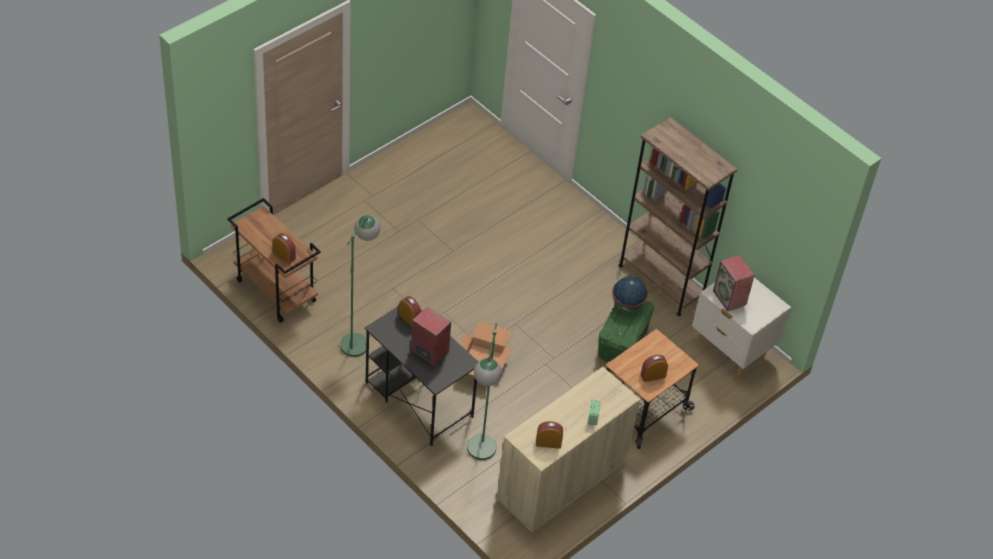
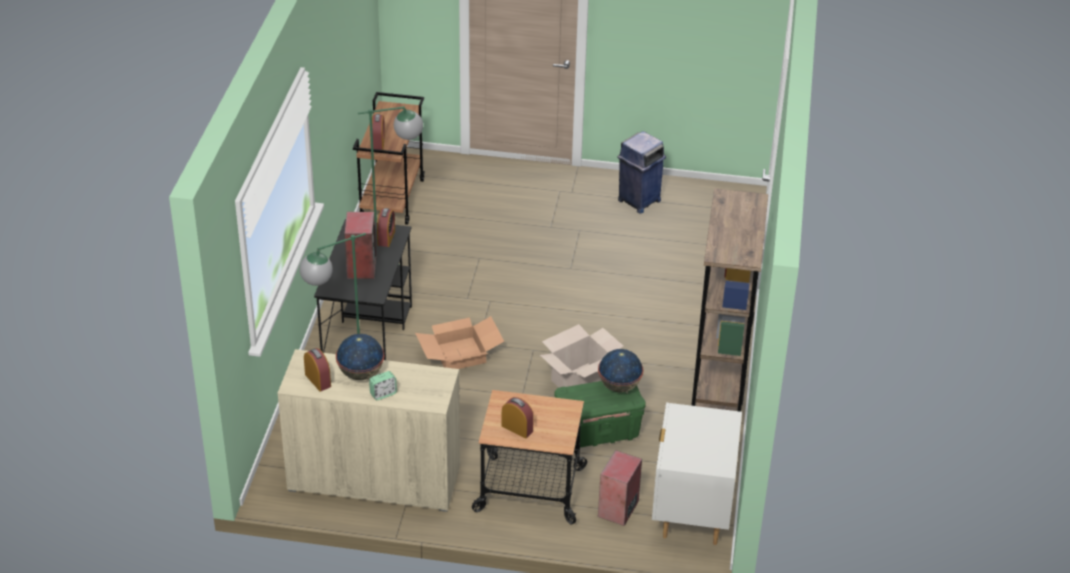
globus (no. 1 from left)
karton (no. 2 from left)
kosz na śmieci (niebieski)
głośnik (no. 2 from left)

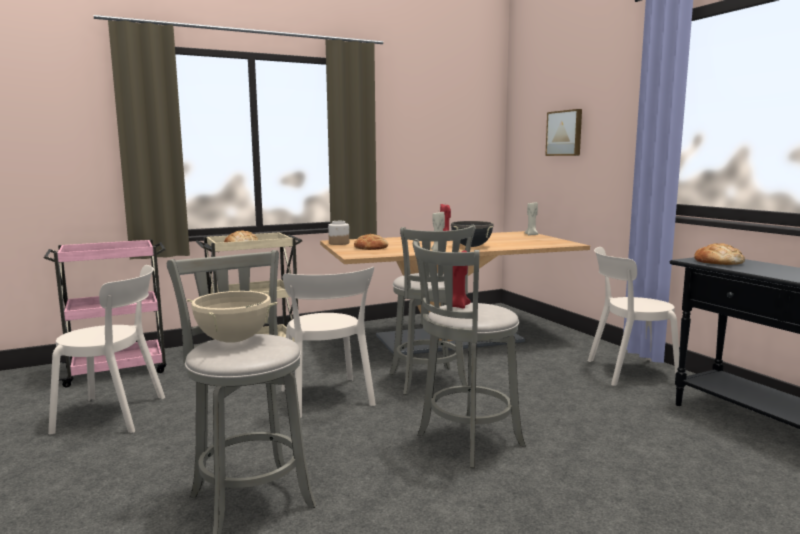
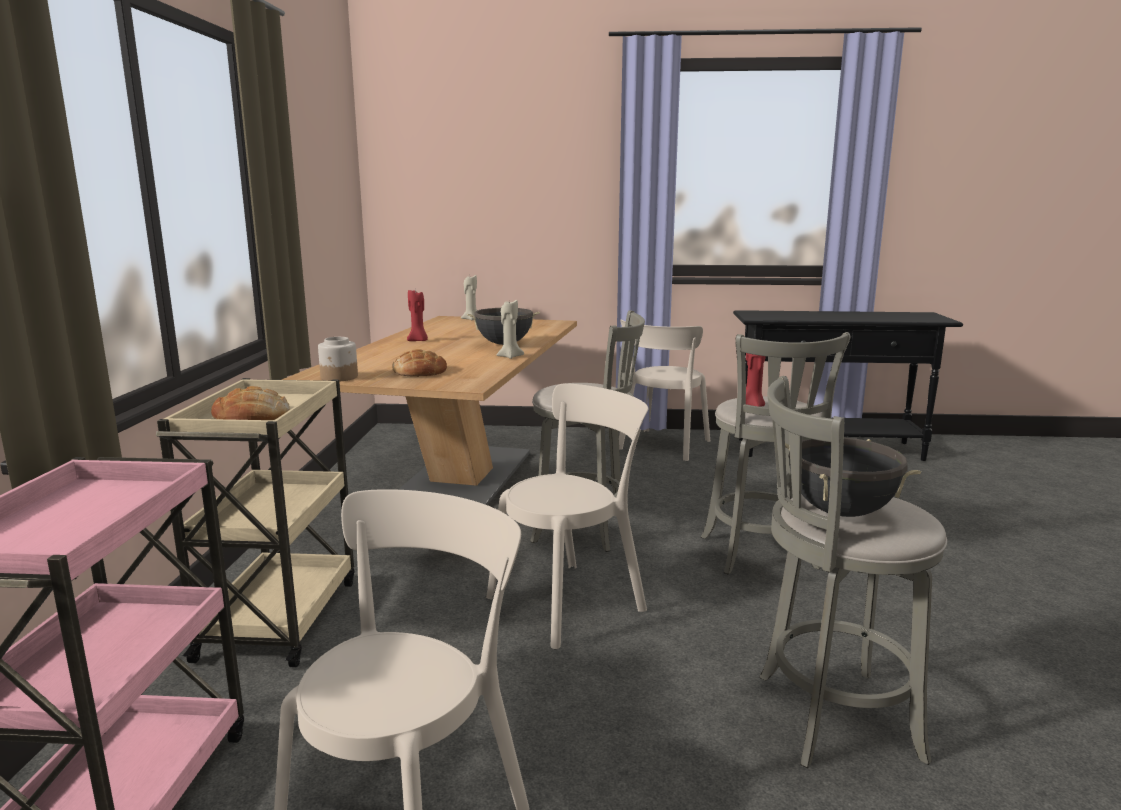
obraz
chleb (no. 3 from left in the first image)
garnek (czarny) (no. 2 from left)
krzesło (beżowy) (no. 2 from left)

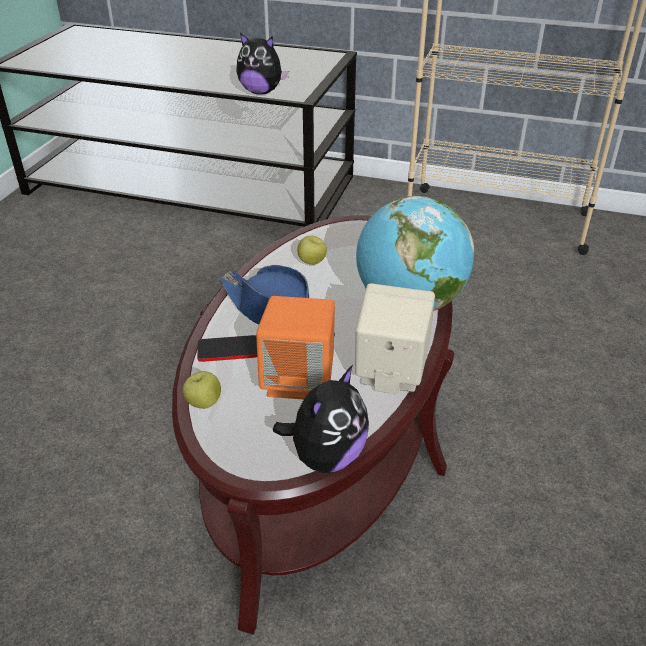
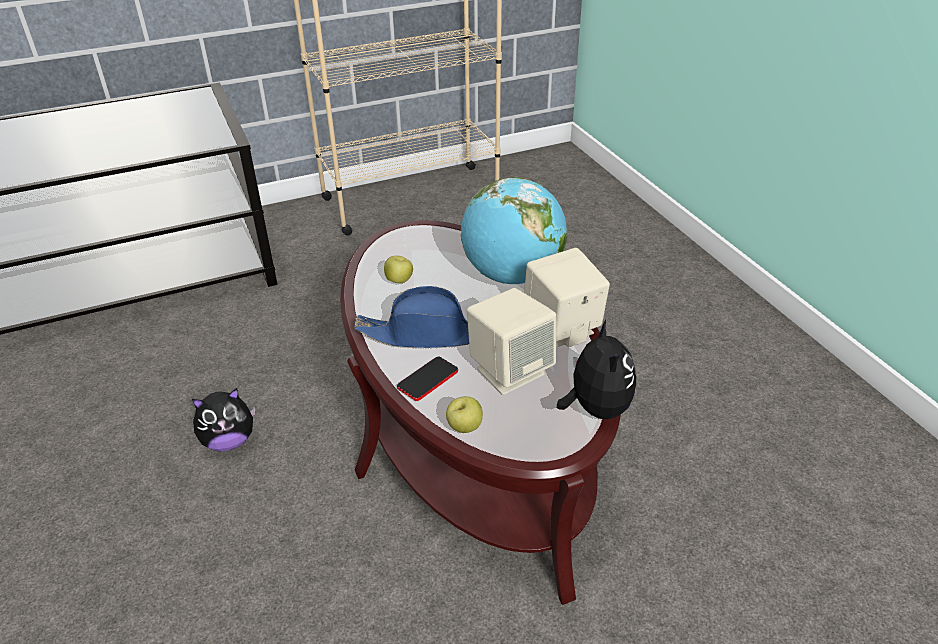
pluszak (no. 1 from left)
głośnik (beżowy) (no. 1 from left)

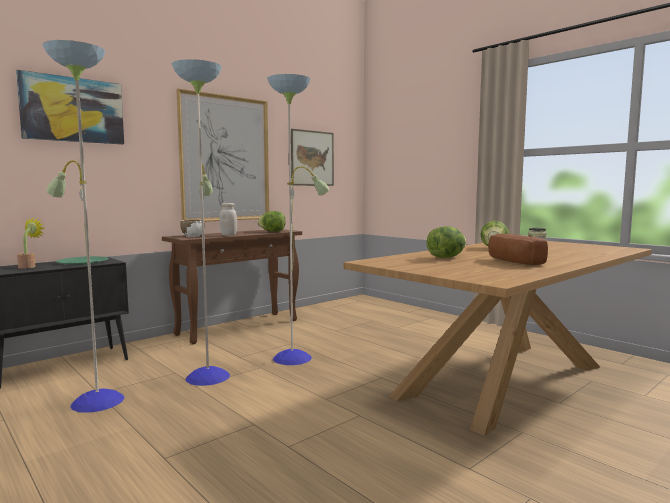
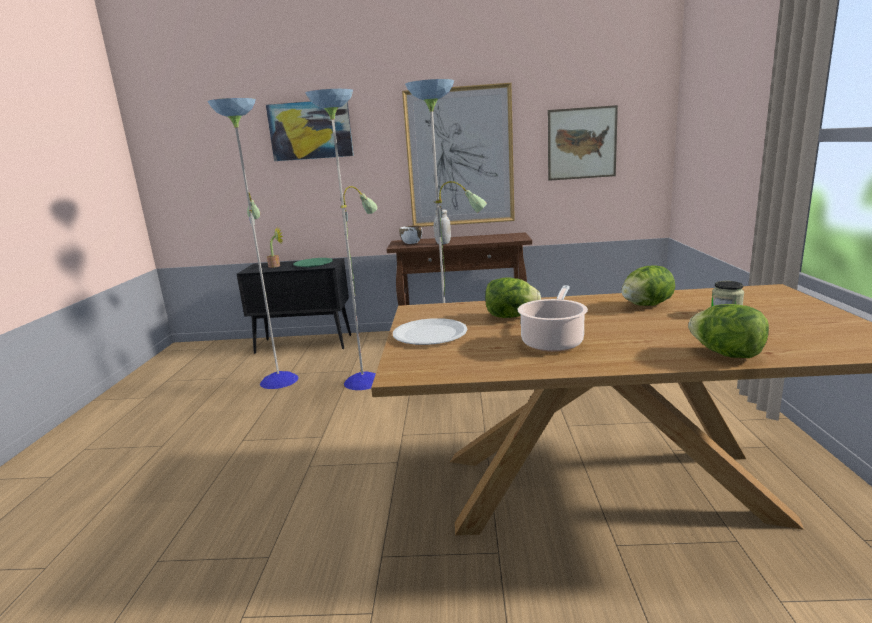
talerz (biały)
sałata (no. 3 from left)
garnek

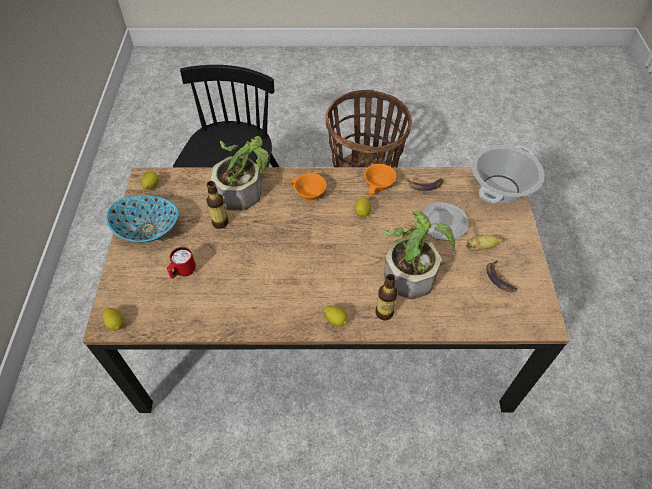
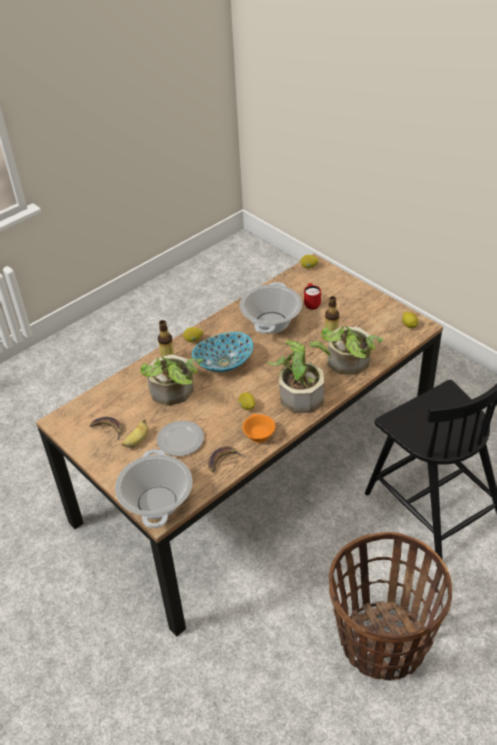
garnek (no. 2 from left)
miska
roślina doniczkowa (no. 2 from left)

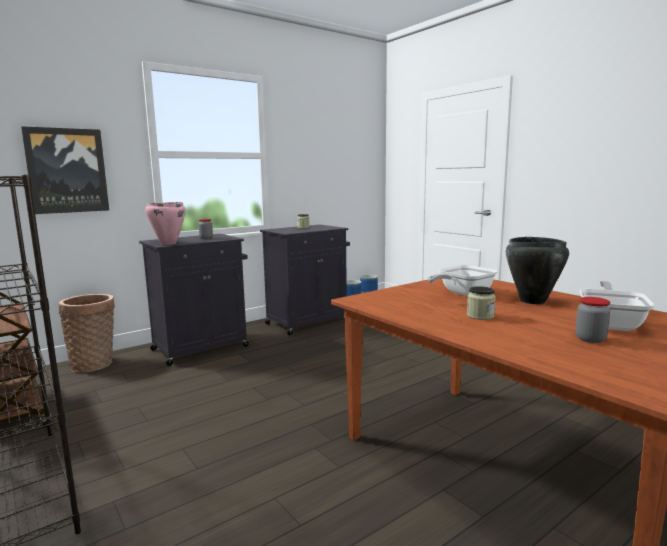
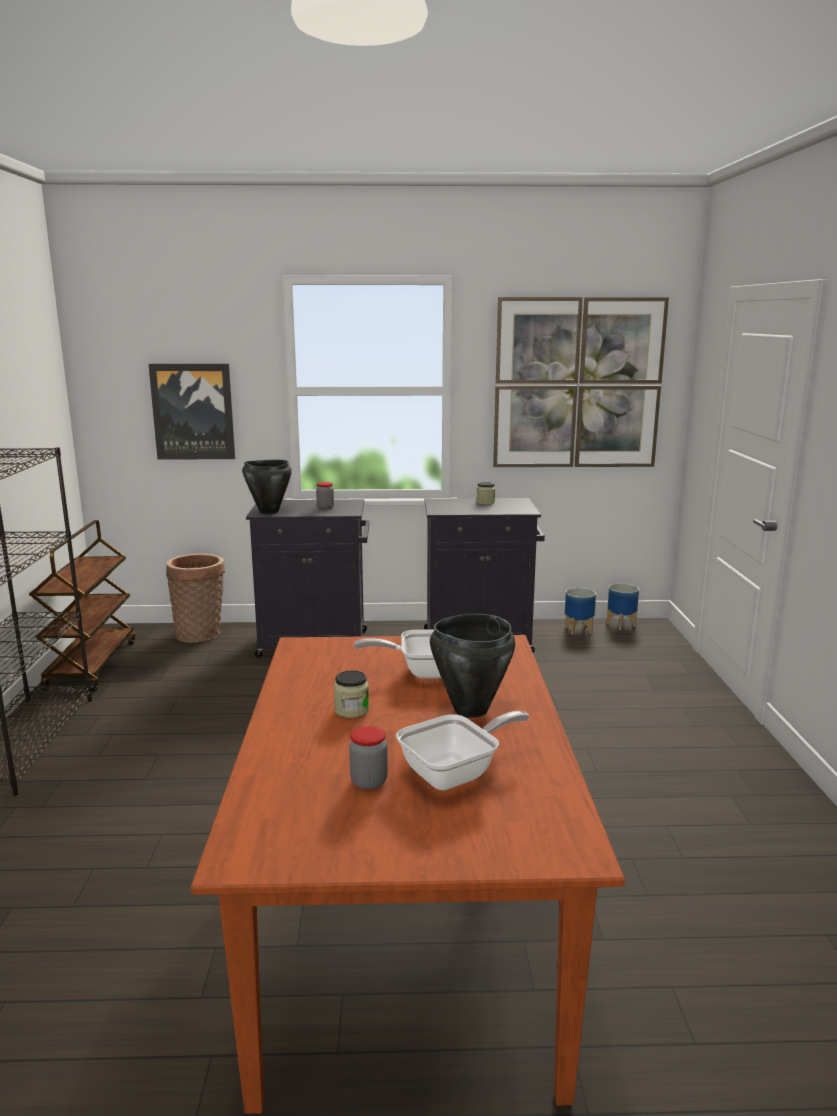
obraz (no. 2 from left)
garnek (czarny) (no. 1 from left)

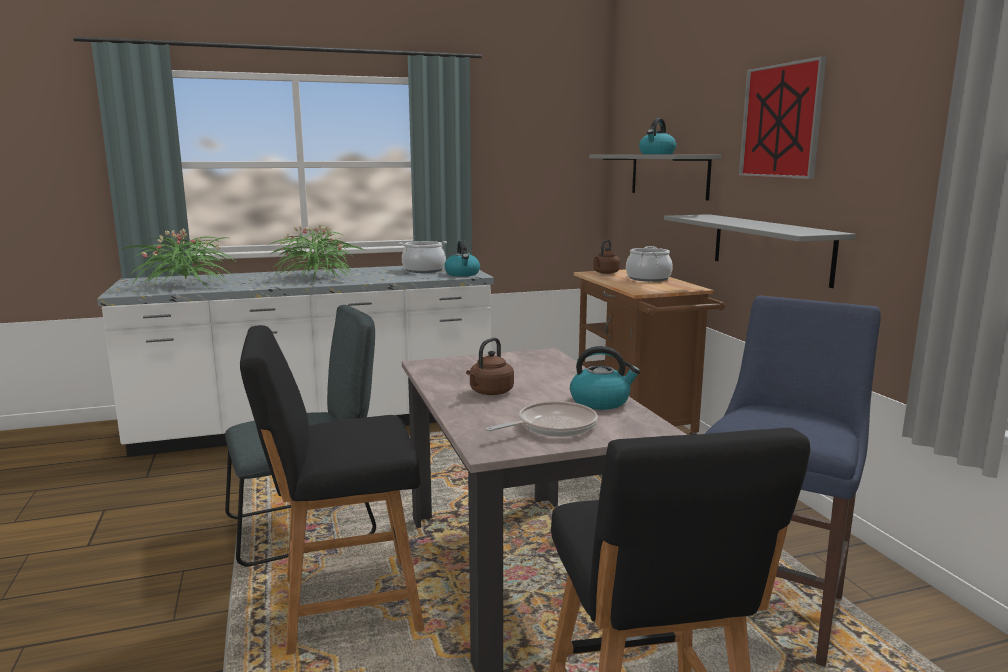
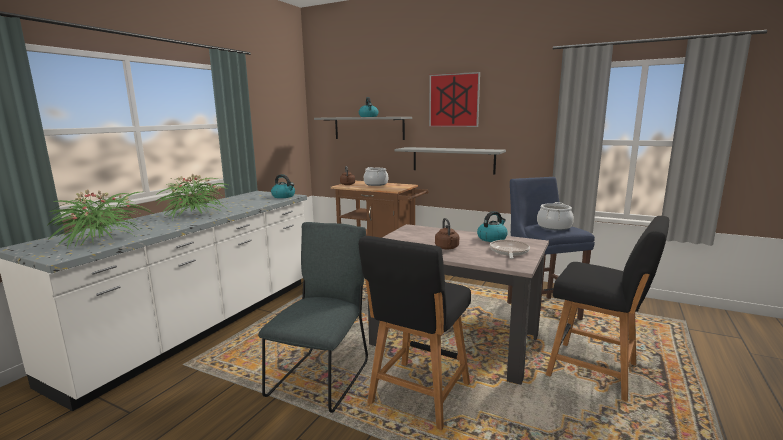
garnek (no. 2 from left)

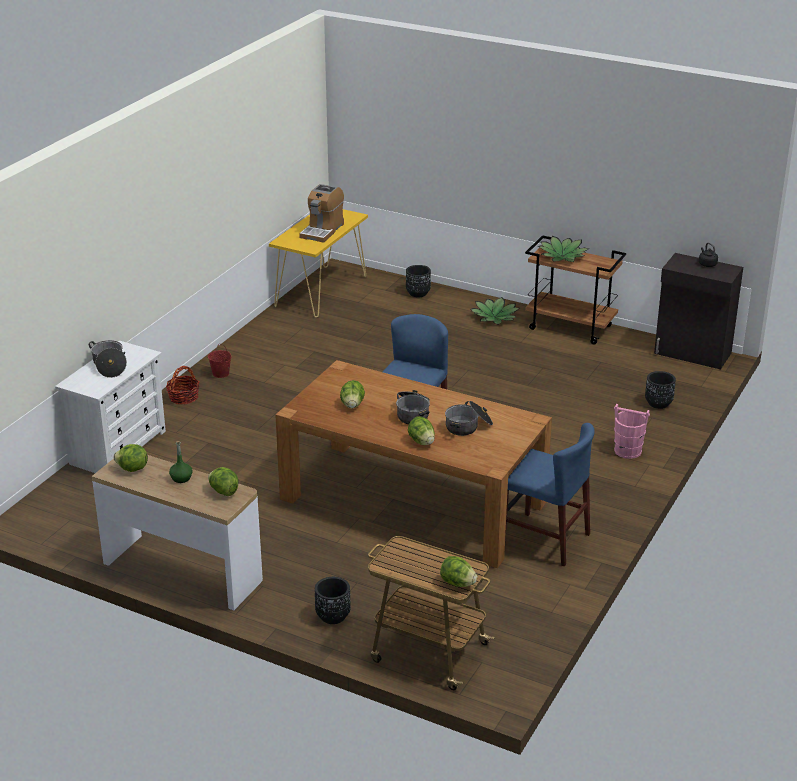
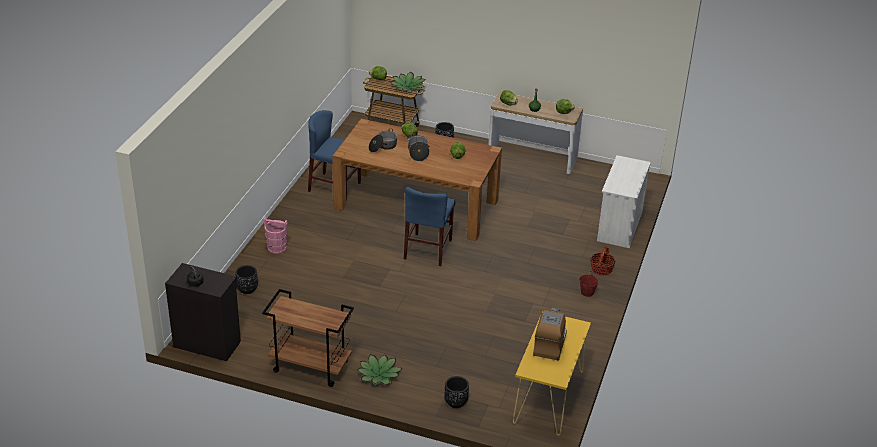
garnek (no. 1 from left in the first image)
roślina doniczkowa (no. 2 from left)

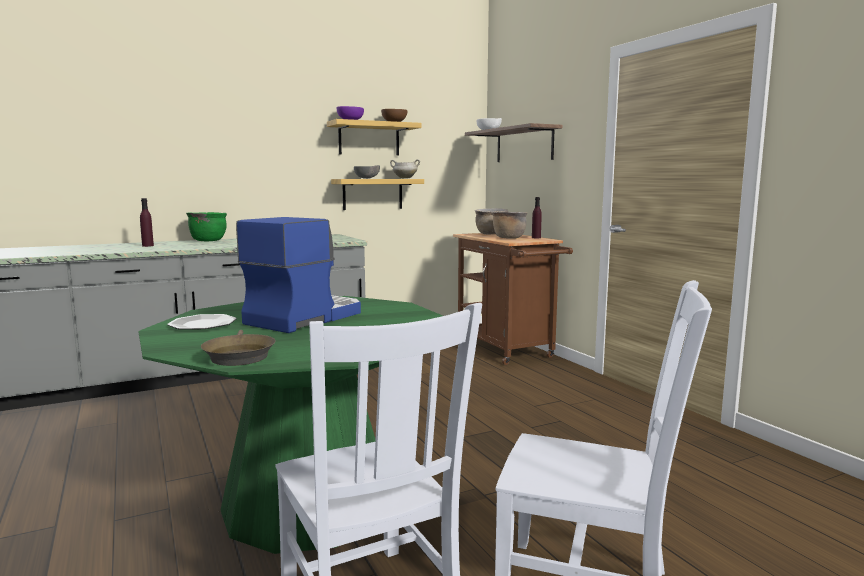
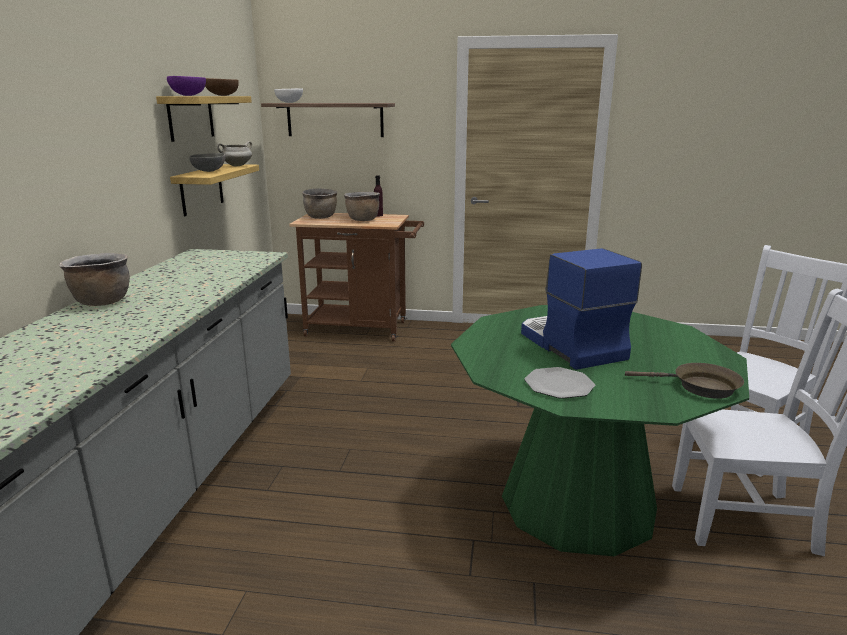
butelka (fioletowy) (no. 1 from left in the first image)
garnek (brązowy) (no. 1 from left)

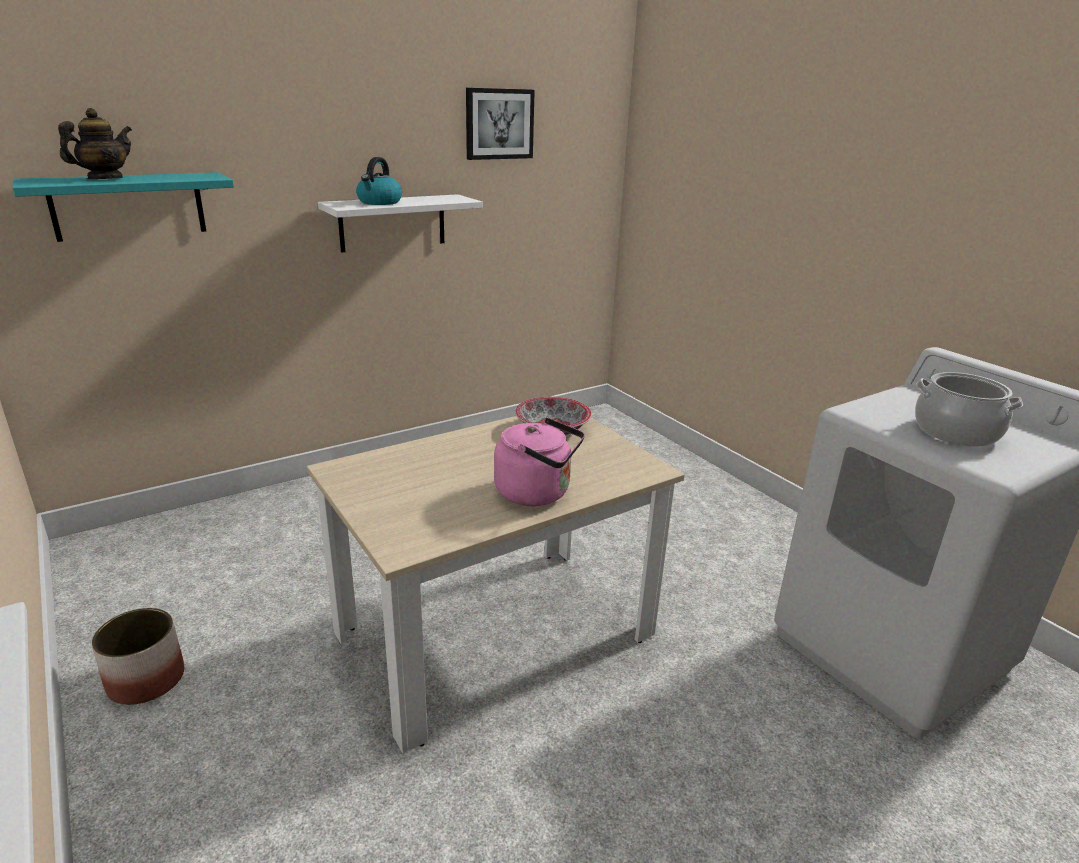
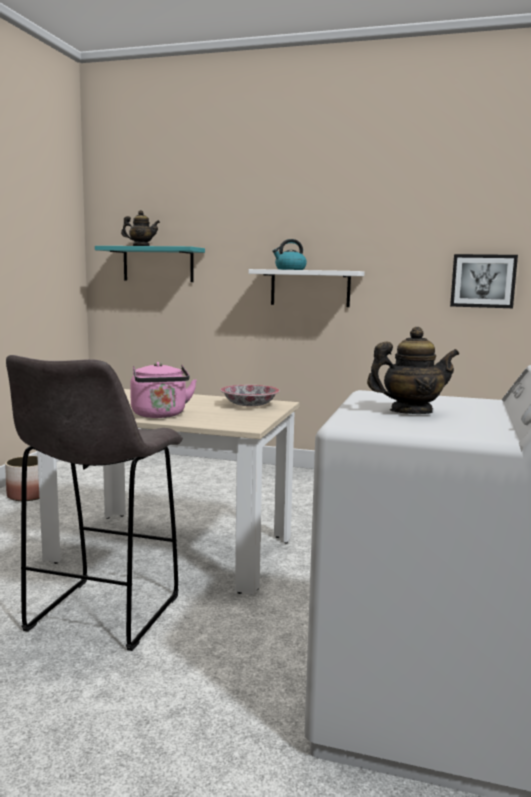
stołek (szary)
obraz
imbryk (no. 2 from left)

